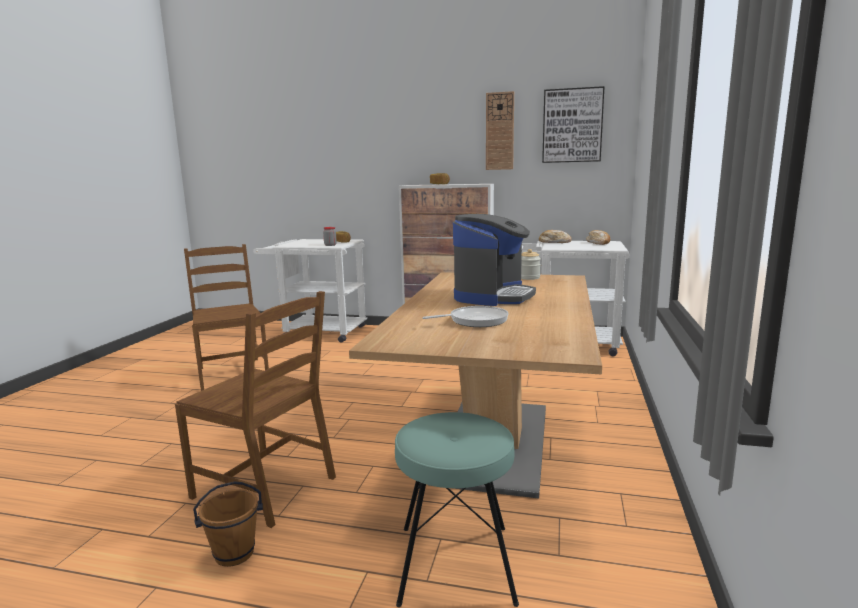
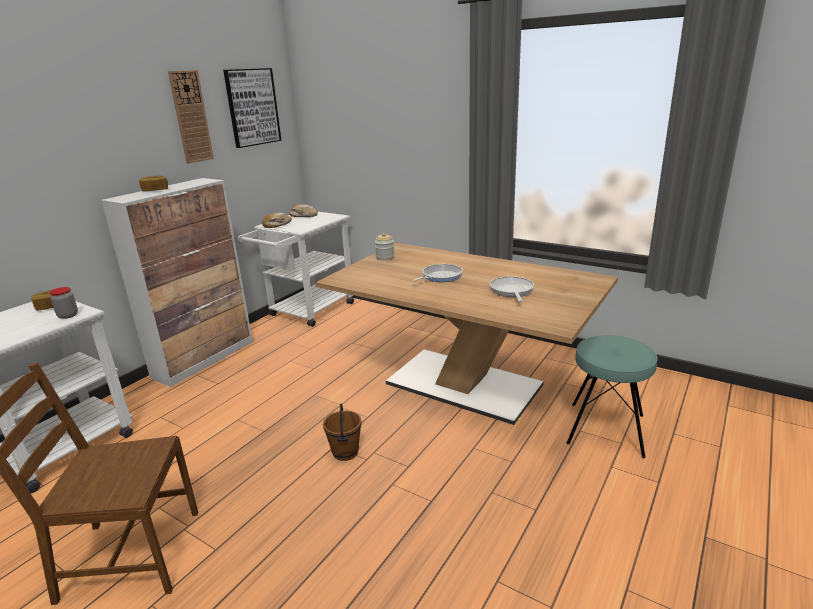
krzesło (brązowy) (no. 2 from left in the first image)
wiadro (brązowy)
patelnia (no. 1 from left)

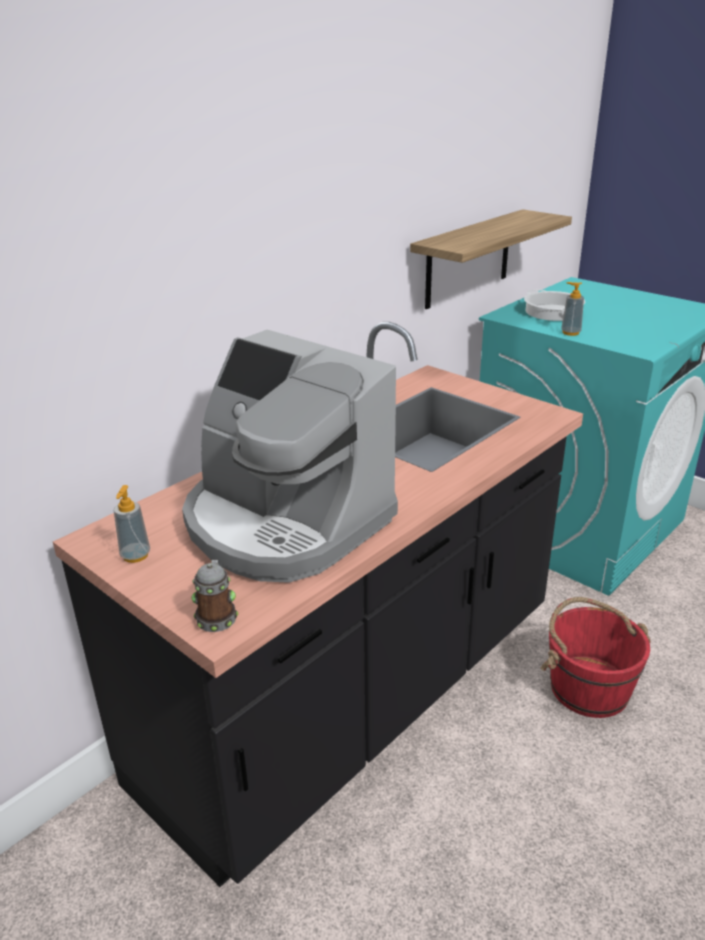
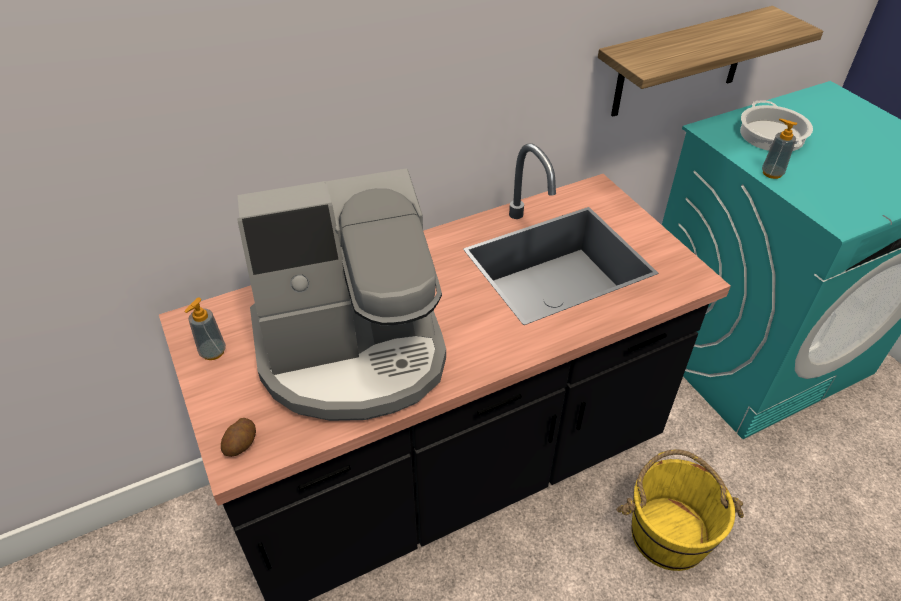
ziemniak
wiadro (żółty)
ekspres do kawy

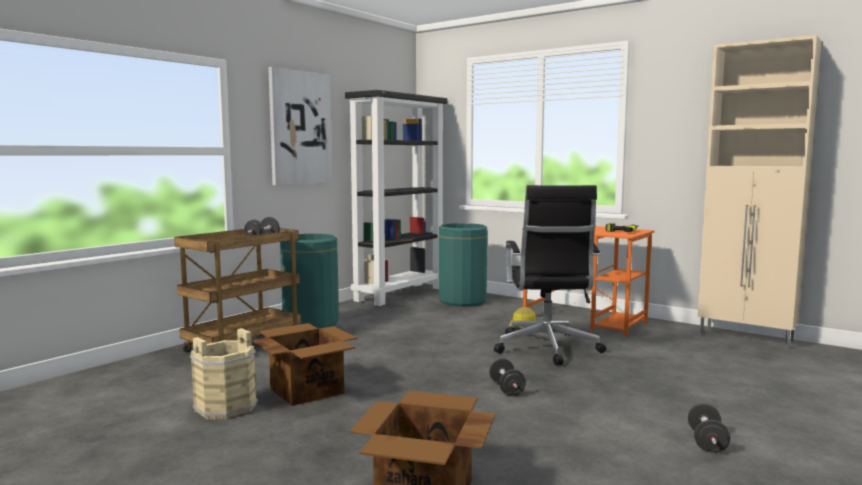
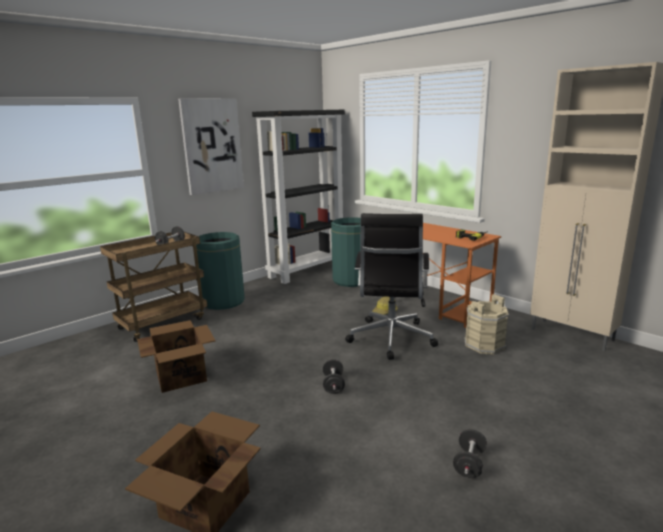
wiadro (beżowy)

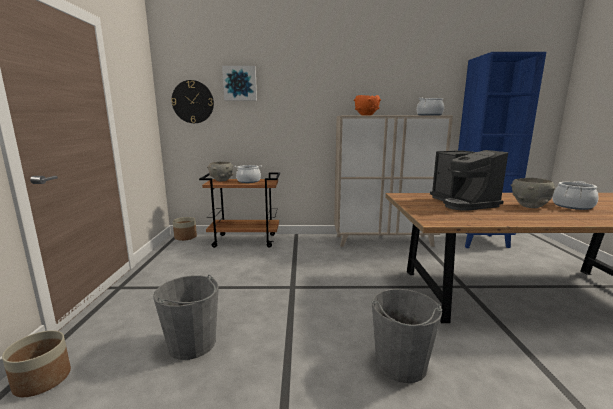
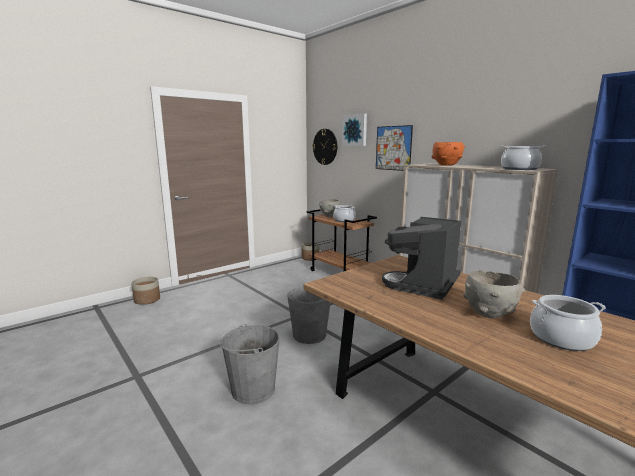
obraz (no. 2 from left)
wiadro (szary) (no. 2 from left)

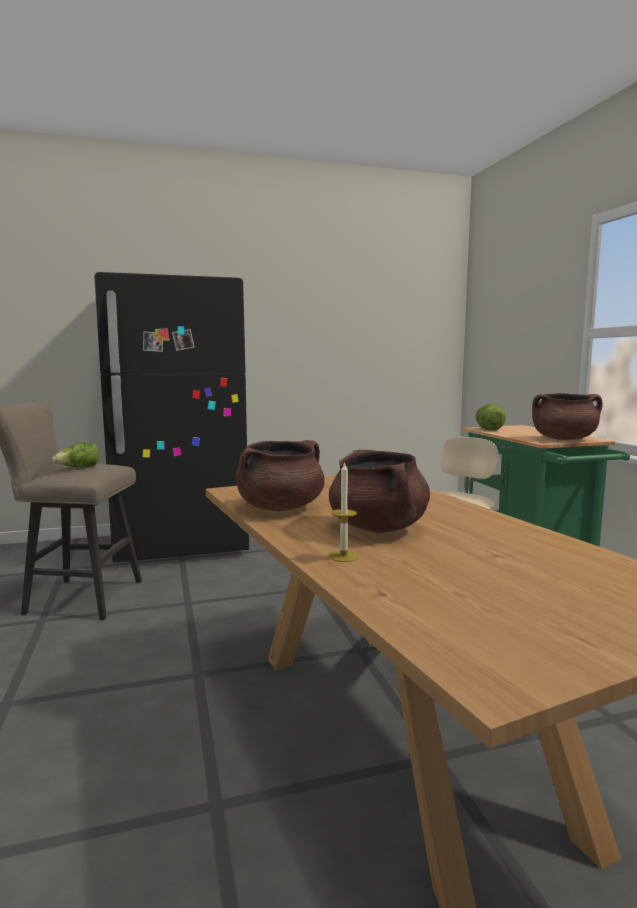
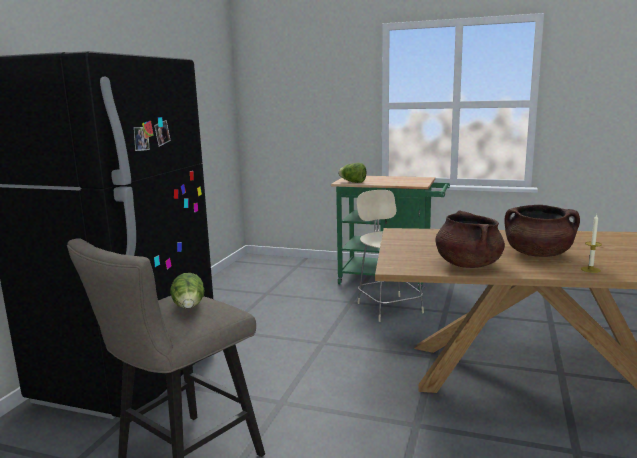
garnek (brązowy) (no. 3 from left in the first image)

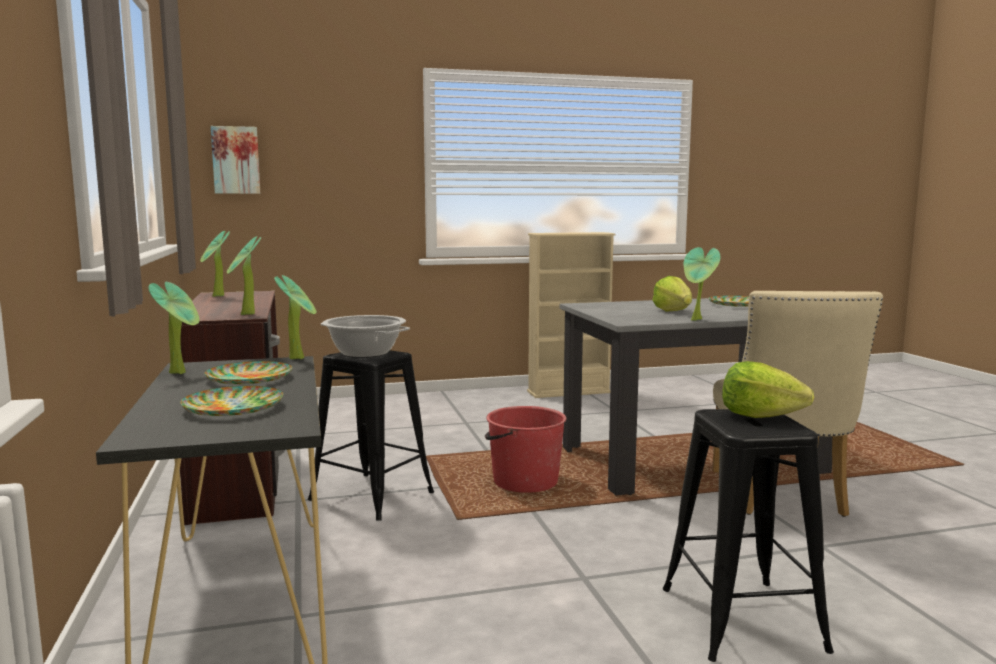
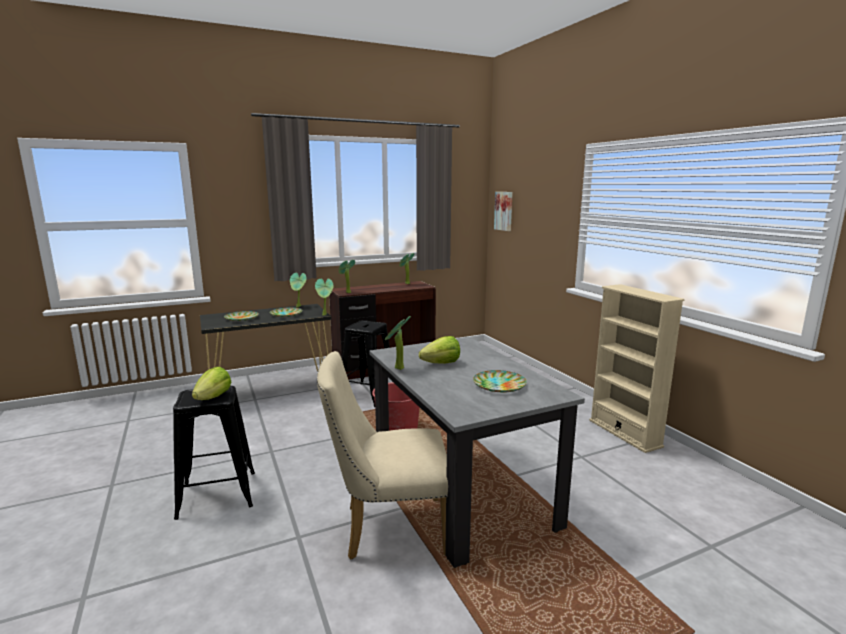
garnek

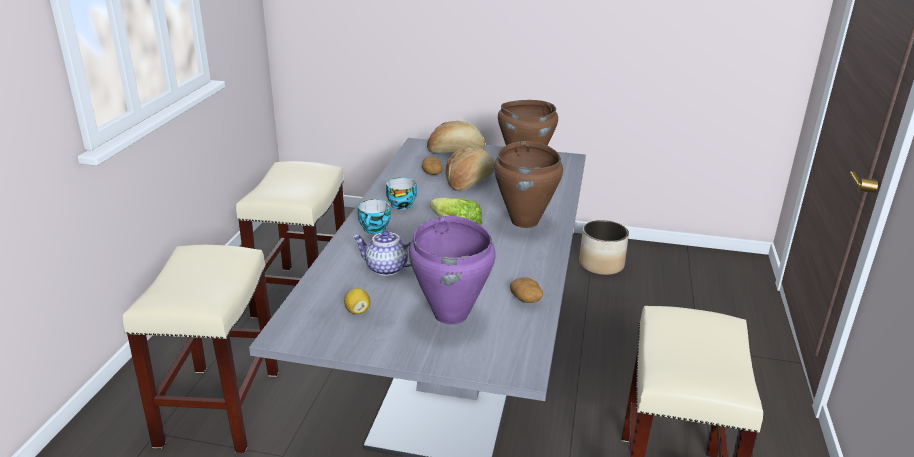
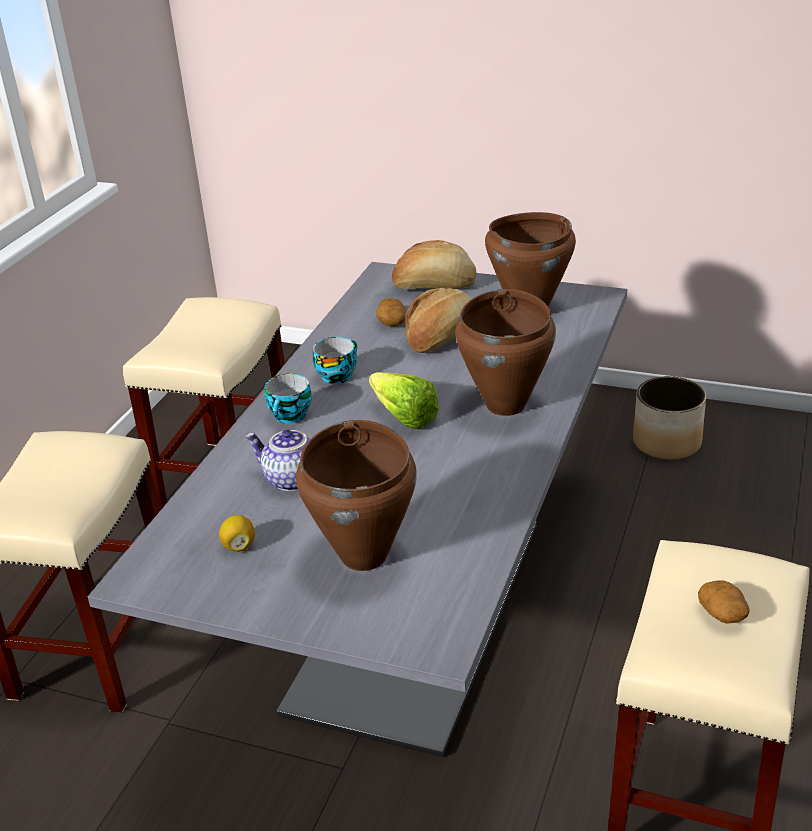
ziemniak (no. 2 from left)
garnek (brązowy) (no. 1 from left)

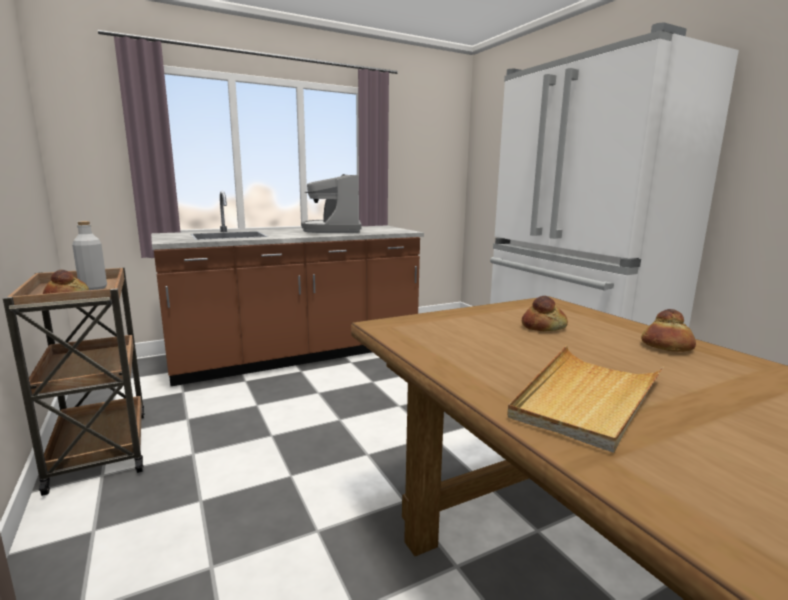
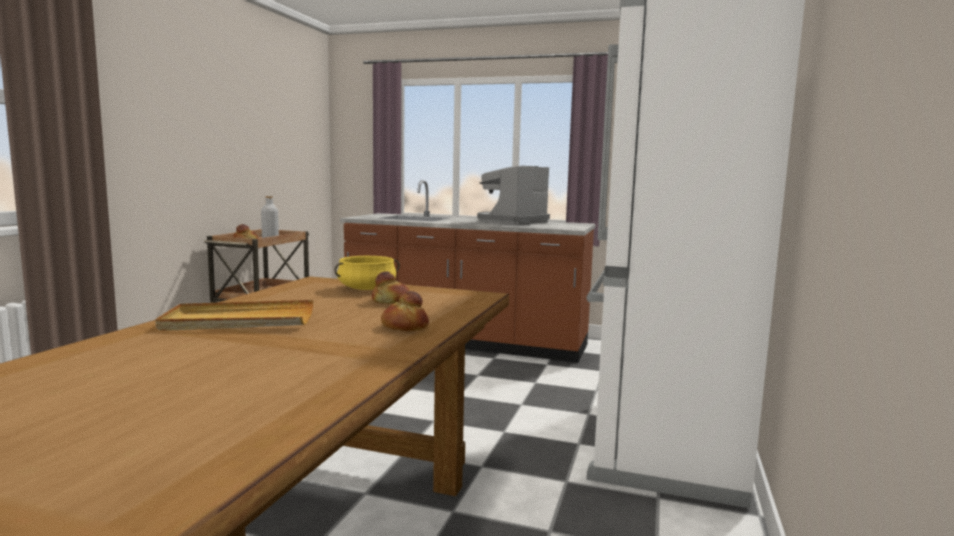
garnek (żółty)

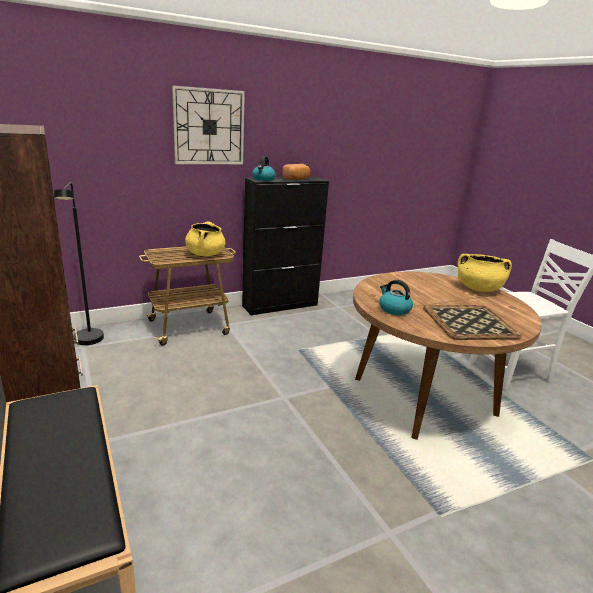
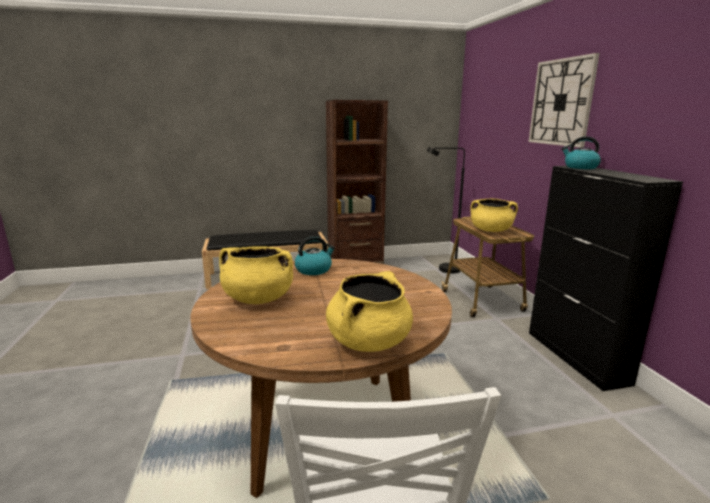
chleb
garnek (żółty) (no. 1 from left)

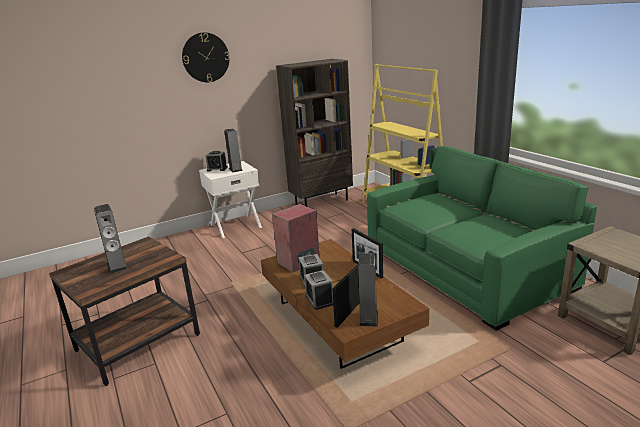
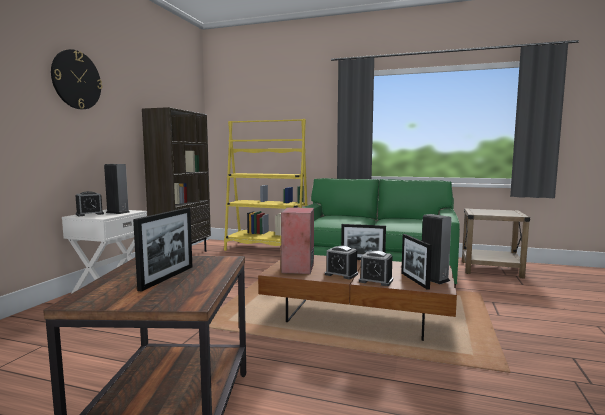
ramka na zdjęcie (no. 1 from left)

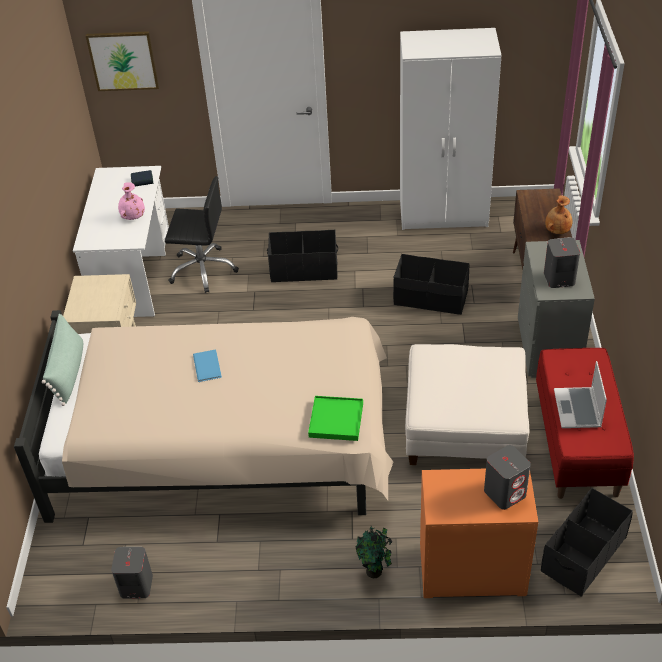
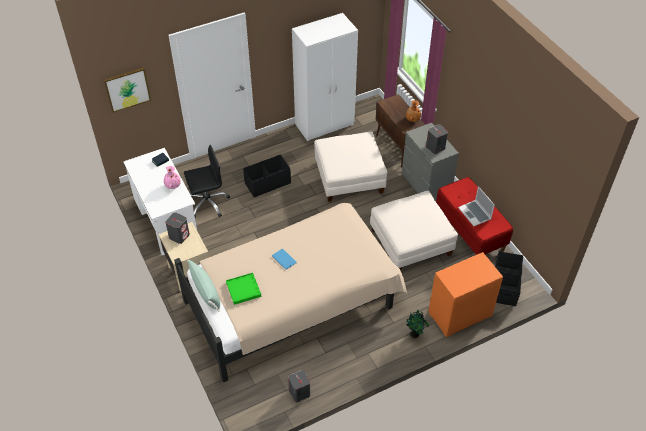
taca (zielony)
głośnik (szary) (no. 1 from left)
pufa (biały) (no. 1 from left)

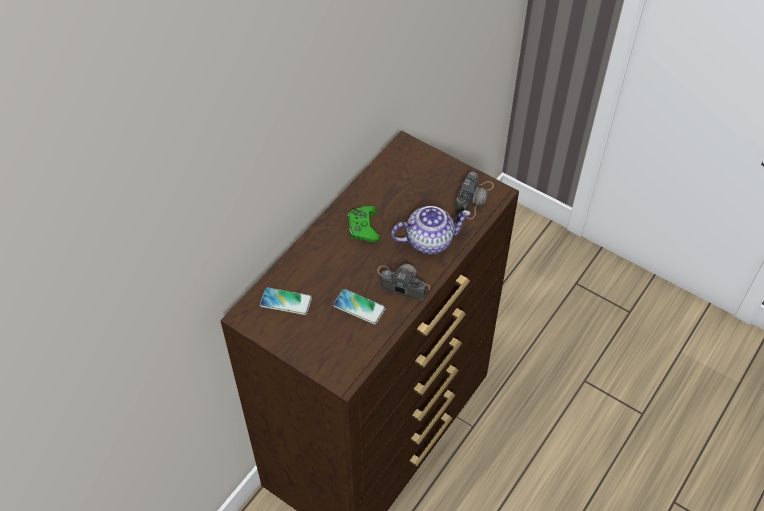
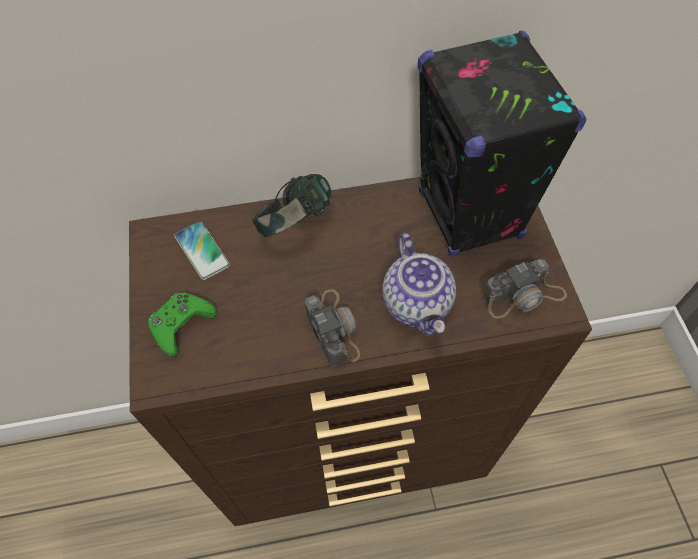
telefon (no. 2 from left in the first image)
słuchawki
głośnik (czarny)
pad do gier (zielony)
imbryk

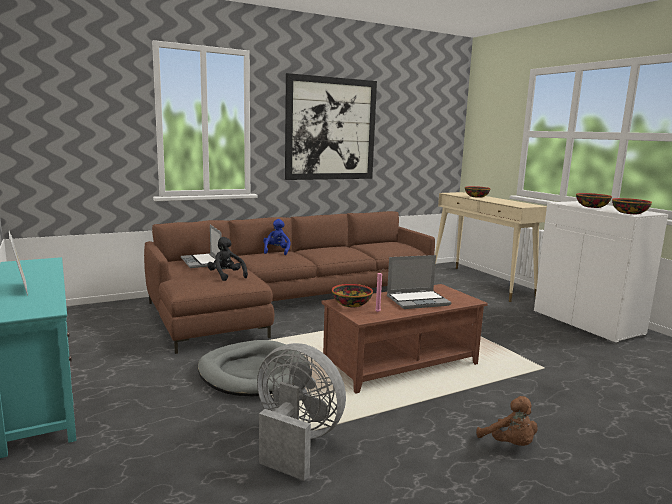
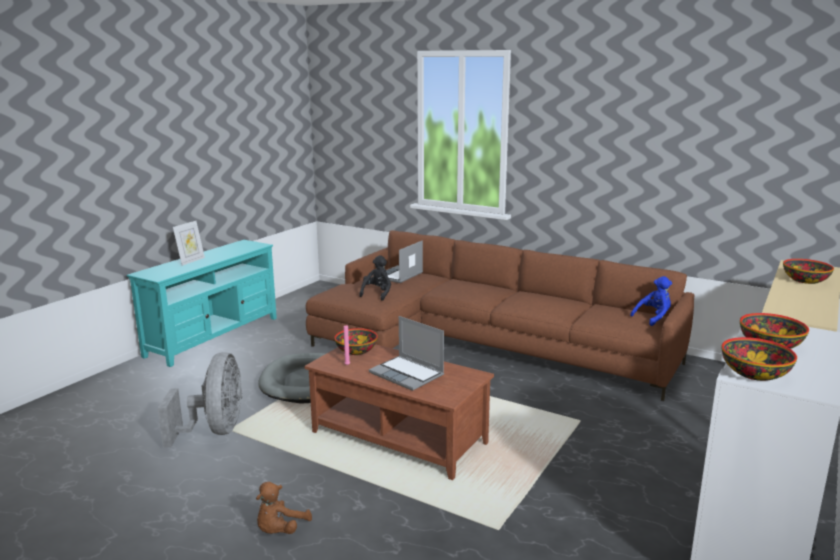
obraz
pluszak (niebieski)

